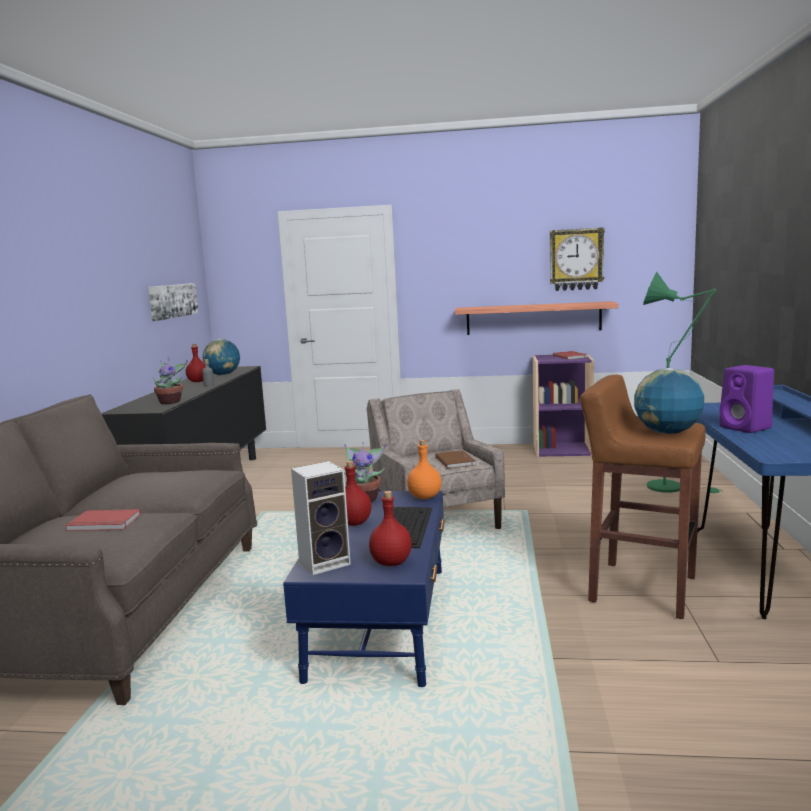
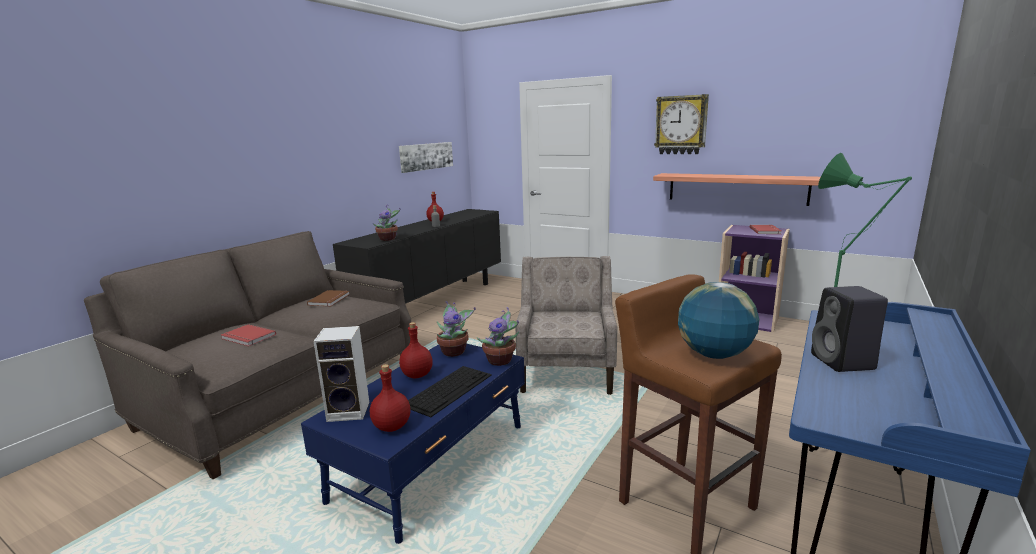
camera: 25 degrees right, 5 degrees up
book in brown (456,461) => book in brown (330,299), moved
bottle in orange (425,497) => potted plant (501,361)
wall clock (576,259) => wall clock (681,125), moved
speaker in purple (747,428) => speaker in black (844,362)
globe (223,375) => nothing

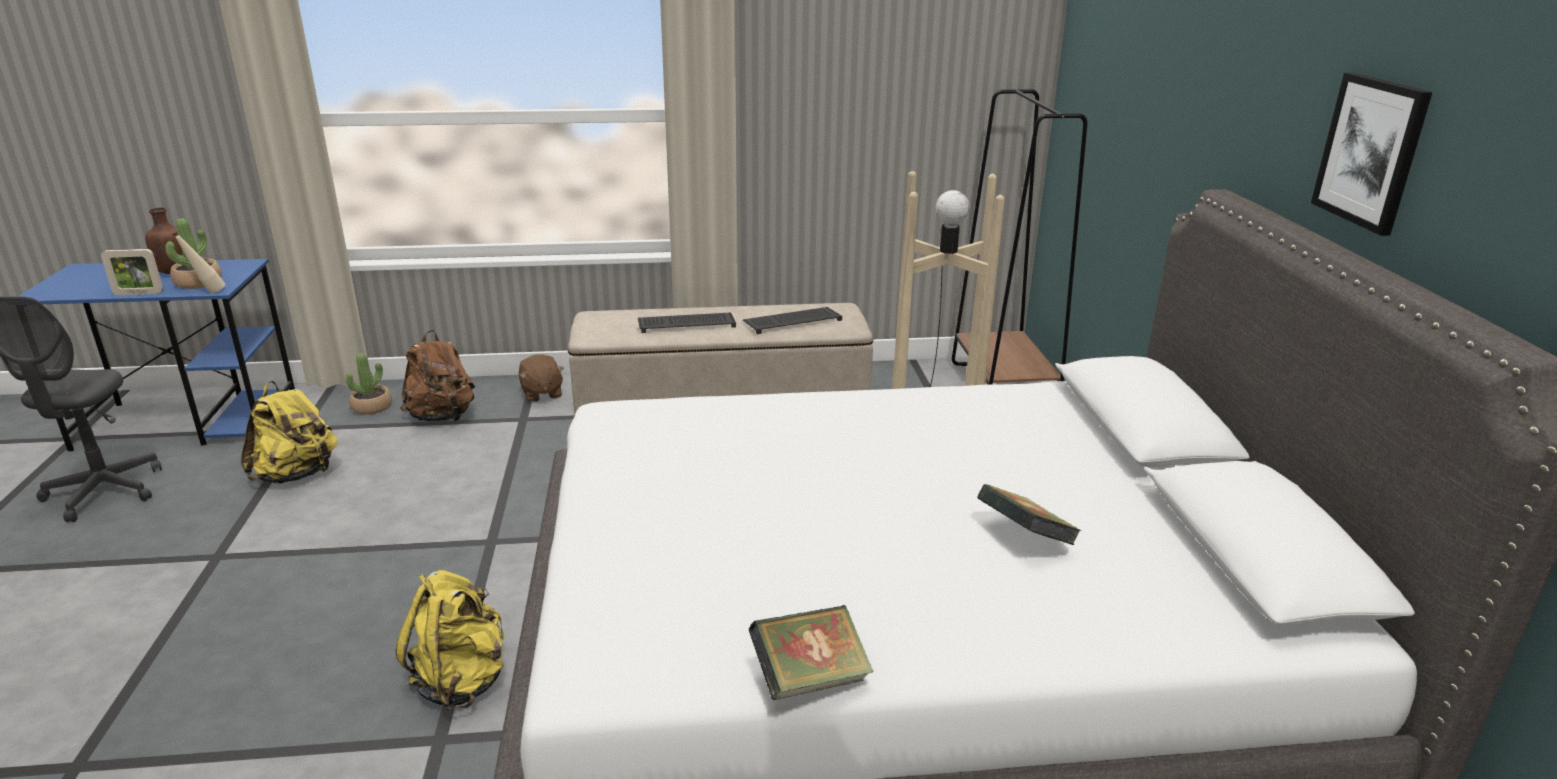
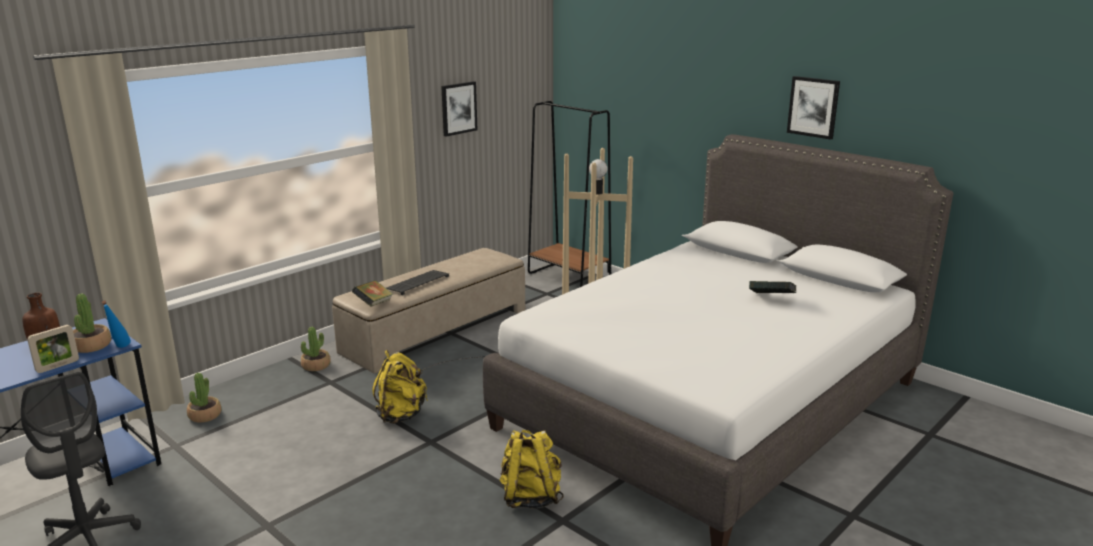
camera: 40 degrees left, 5 degrees down
bottle in beige (207,293) => bottle in blue (120,348)
plush toy in brown (541,393) => potted plant (316,365)
book (810,679) => book (374,304), moved
backpack in yellow (297,475) => backpack in yellow (401,415), moved
nothing => picture (458,108)
backpack in brown (442,417) => nothing
keyboard (793,321) => nothing

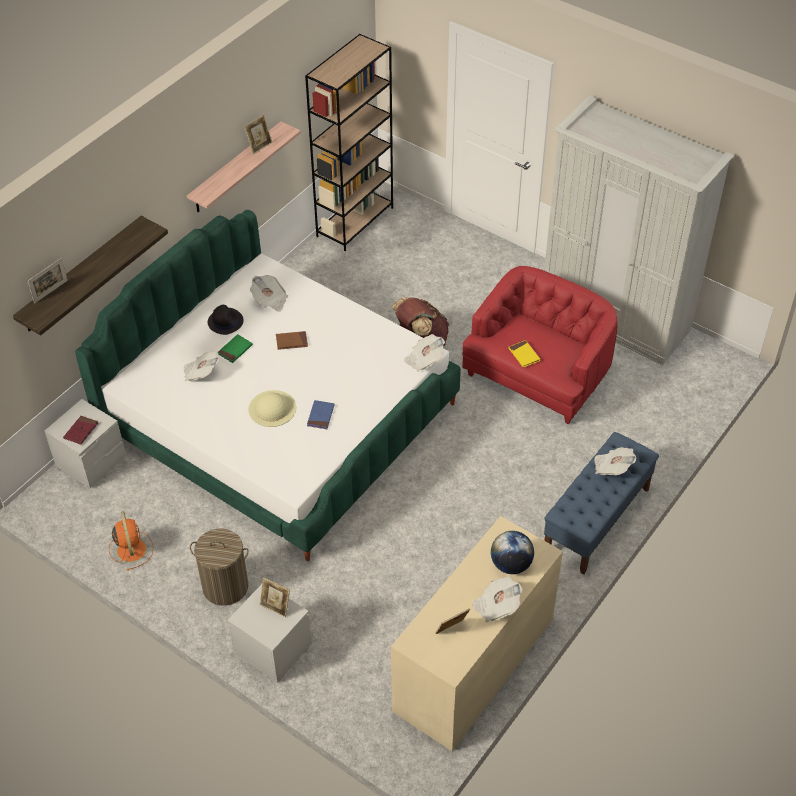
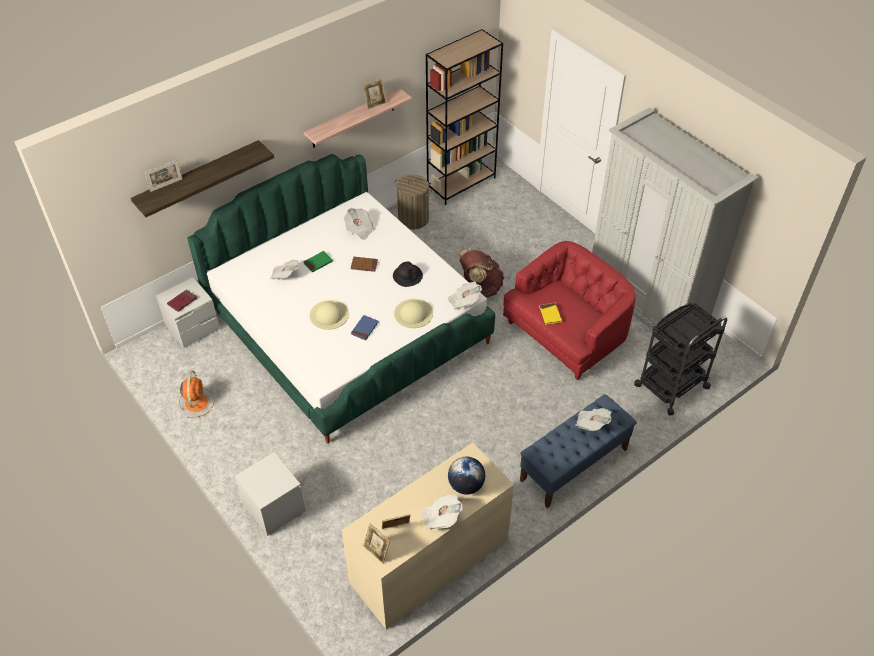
camera: 15 degrees right, 0 degrees up
picture frame (275,606) => picture frame (377,551), moved
hat in black (225,321) => hat in black (407,275), moved
nothing => hat in beige (413,313)
laundry basket (225,586) => laundry basket (413,219), moved
nothing => cart in black (671,386)

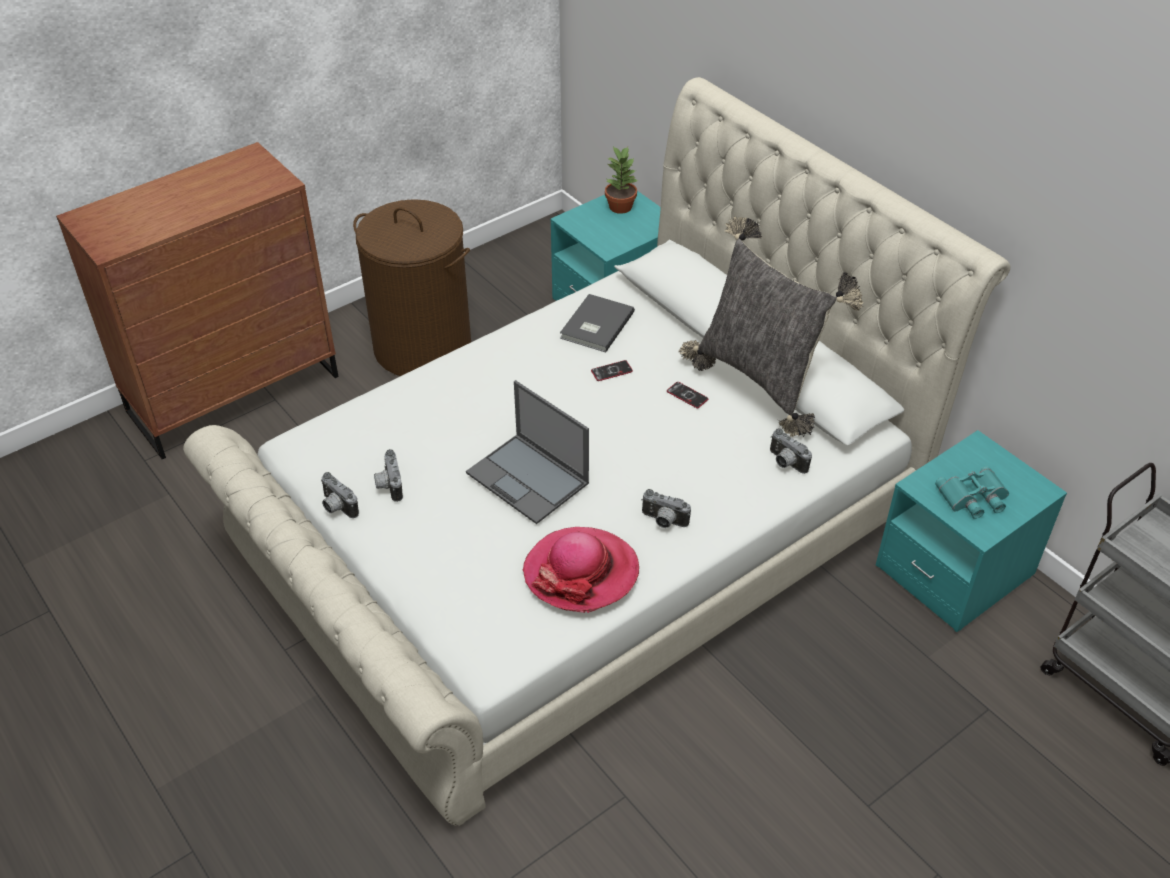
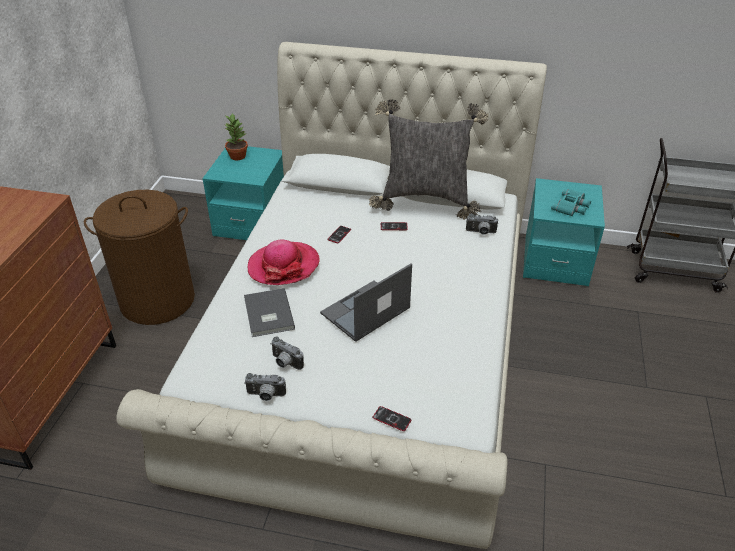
camera: 40 degrees left, 5 degrees down
book in grey (595,325) => book in grey (267,315), moved
hat (581,572) => hat (283,266), moved
laptop (529,479) => laptop (364,311), 135 degrees clockwise
nothing => phone (391,419)
photo camera (663,521) => nothing

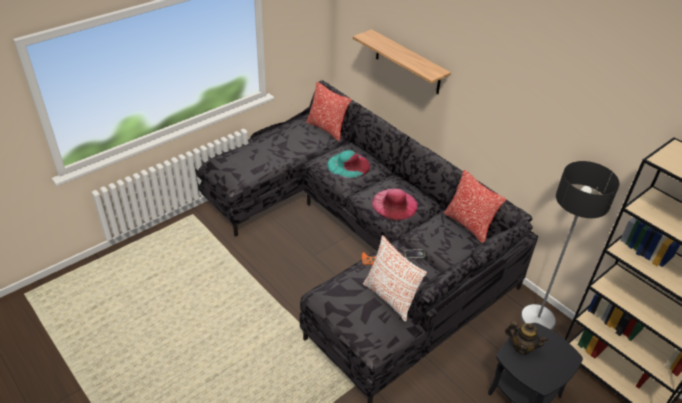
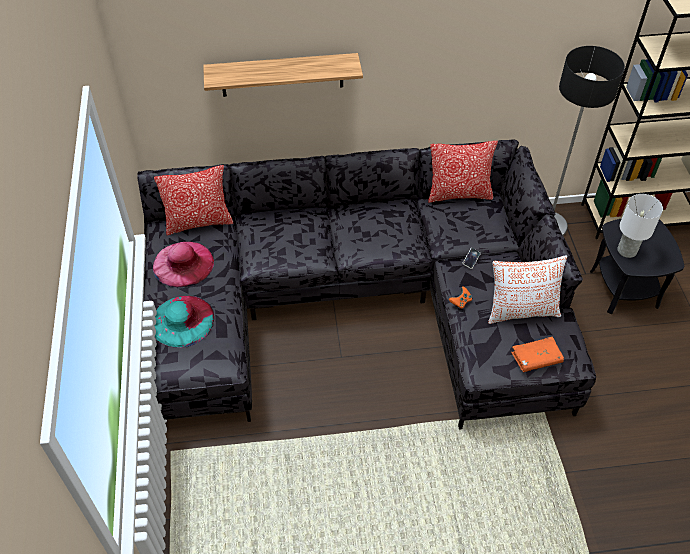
camera: 55 degrees left, 10 degrees up
hat in pink (394,204) => hat in pink (183,264), moved
hat in turquoise (348,165) => hat in turquoise (182,321), moved
nothing => book in orange (536,358)
teapot (522,347) => table lamp in white (626,250)

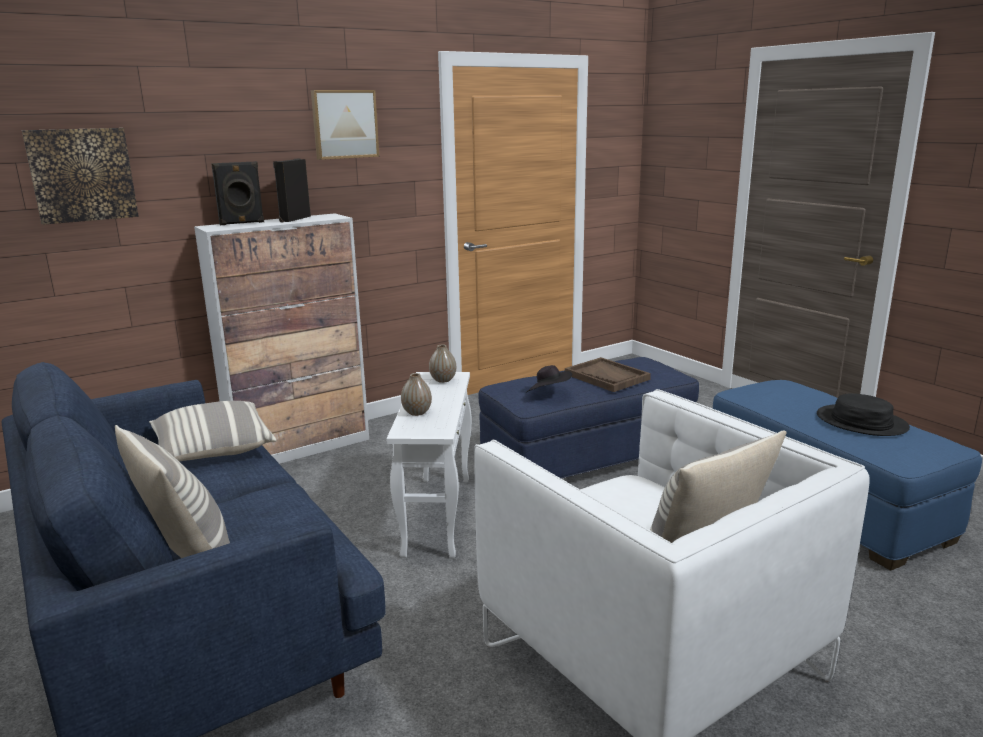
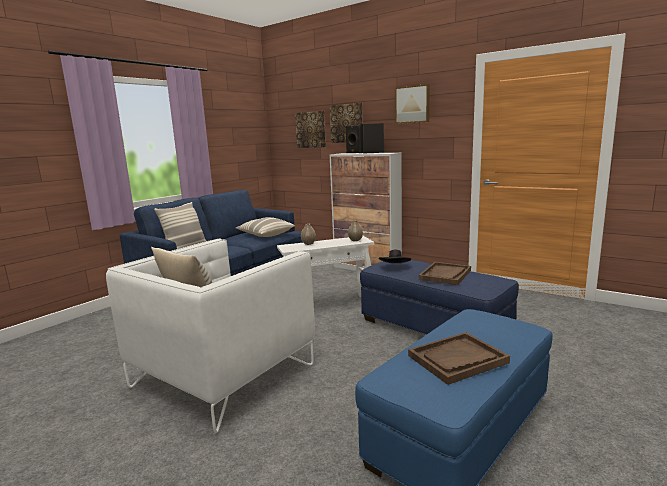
camera: 70 degrees right, 5 degrees down
nothing => picture (347,123)
hat in black (861,422) => tray in brown (457,359)

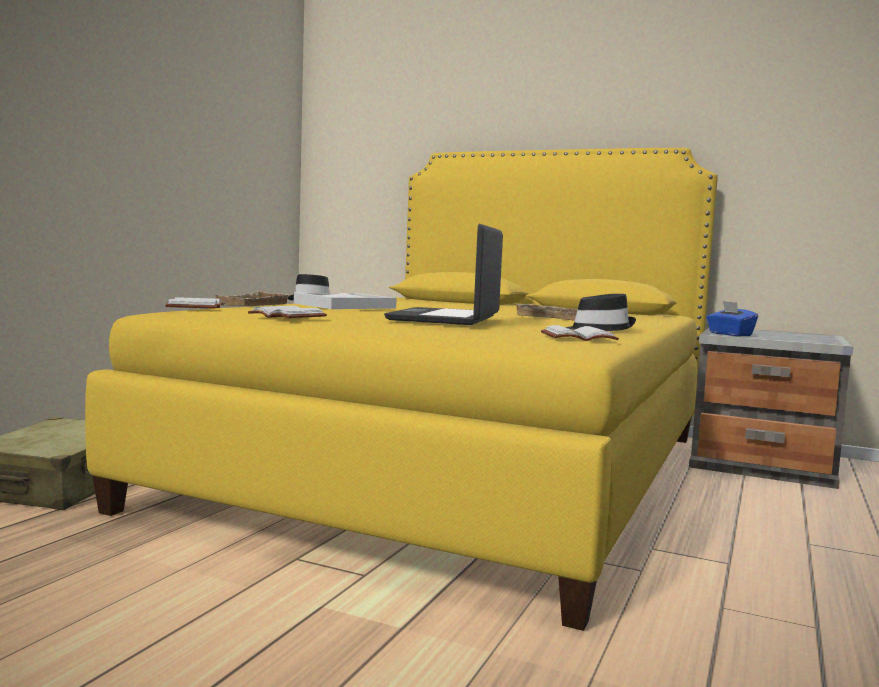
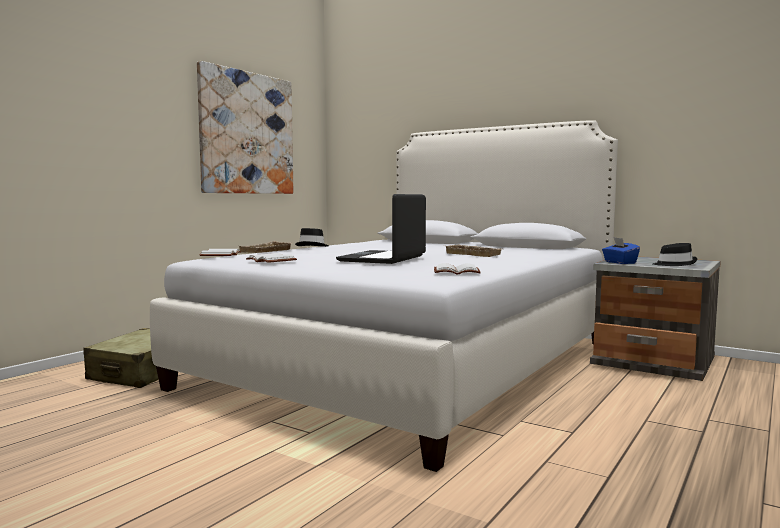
camera: 10 degrees right, 0 degrees up
bed in yellow (458,468) => bed in white (412,363)
nothing => picture (247,133)
hat in black (599,329) => hat in black (673,264), moved
tray in white (342,305) => nothing

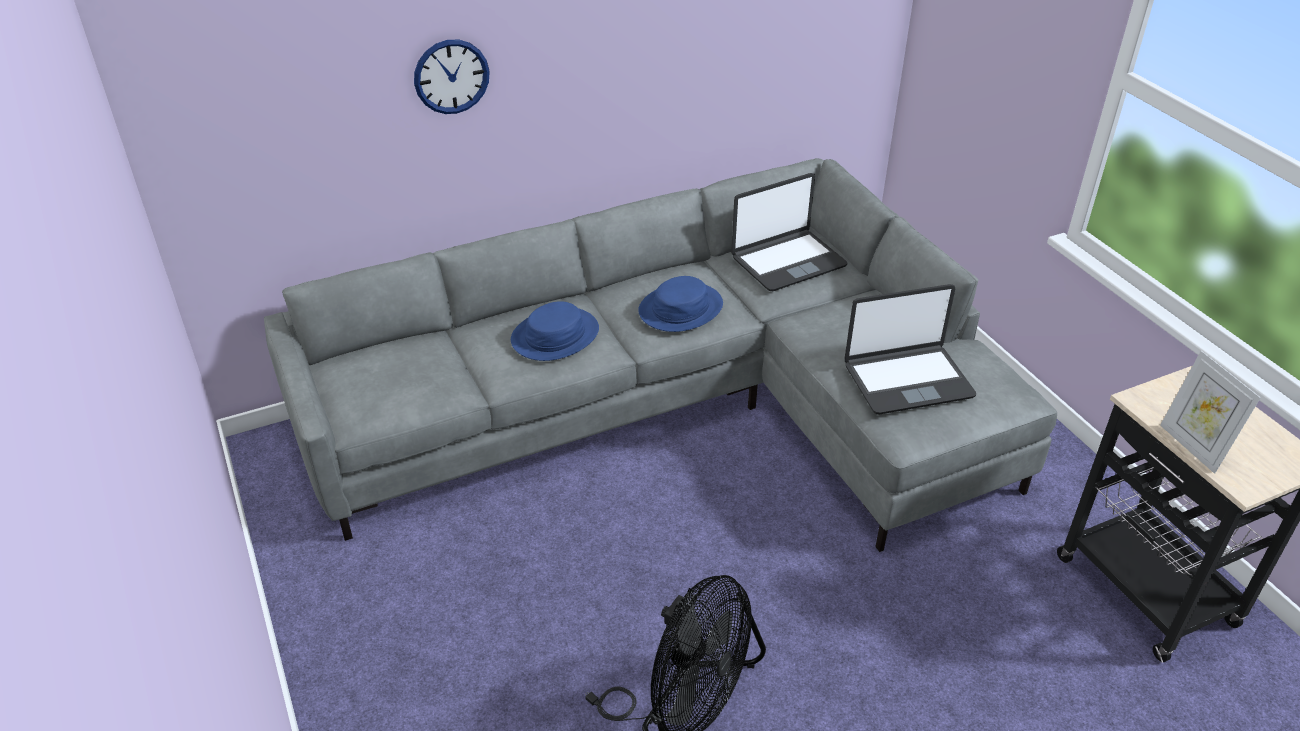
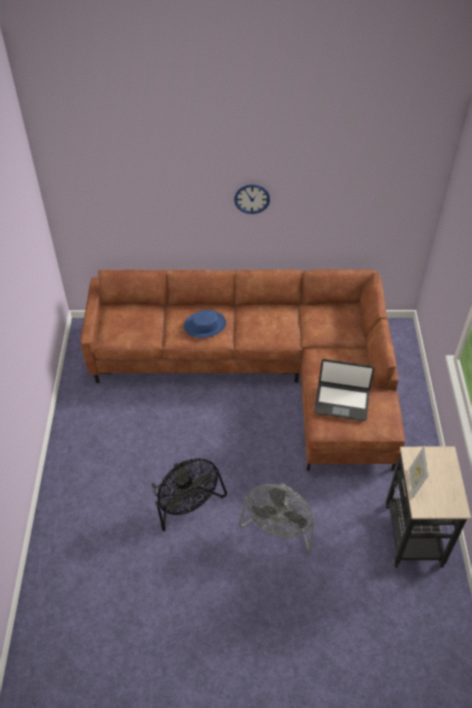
camera: 25 degrees right, 10 degrees up
sofa in grey (673,408) => sofa in brown (261,369)
wall clock (451,76) => wall clock (252,199), moved
nothing => fan in grey (277,525)
hat in blue (680,308) => nothing
laptop (787,261) => nothing

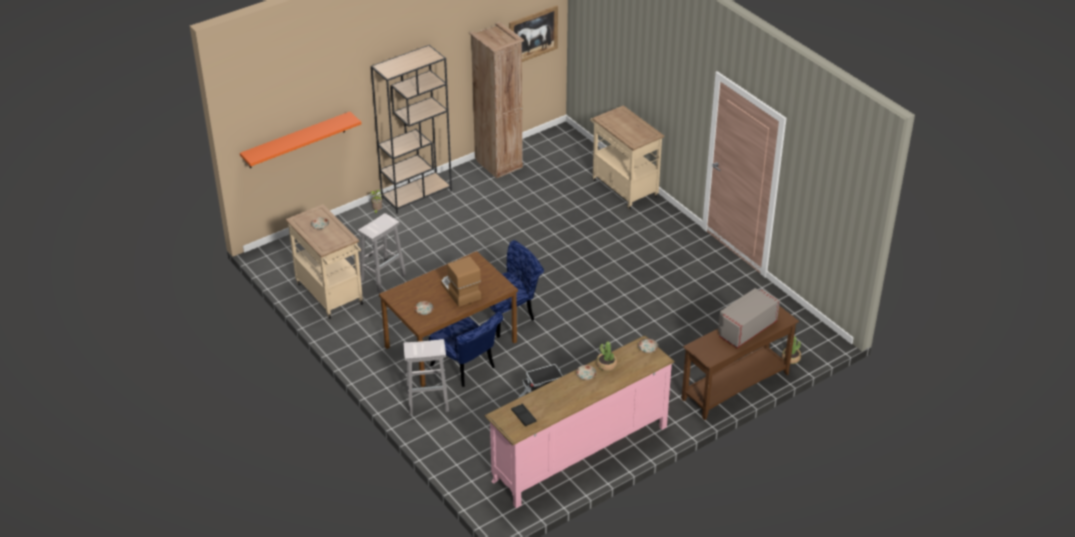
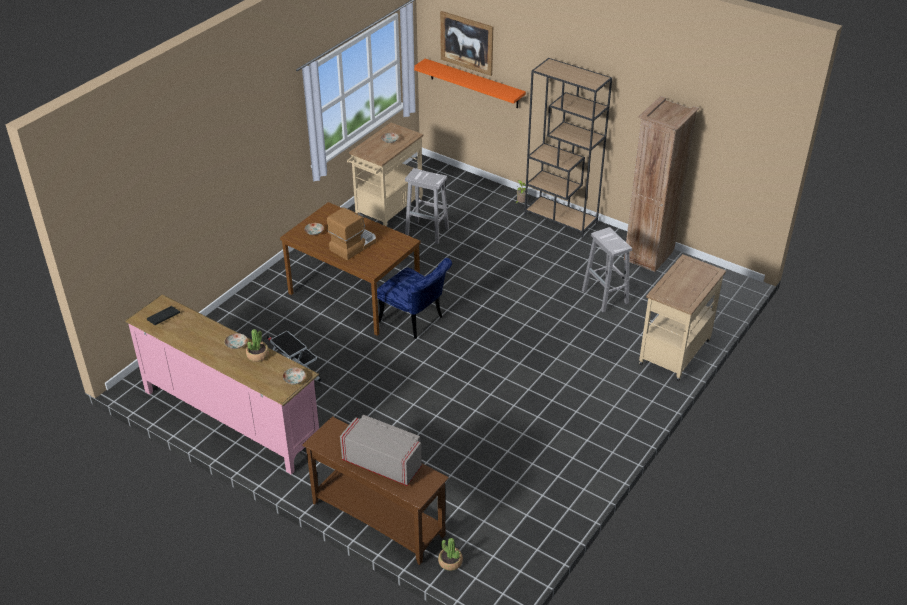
camera: 70 degrees right, 0 degrees up
picture (533,35) => picture (466,43), moved
stool in white (428,402) => stool in white (605,297), moved
chair in blue (467,369) => nothing

